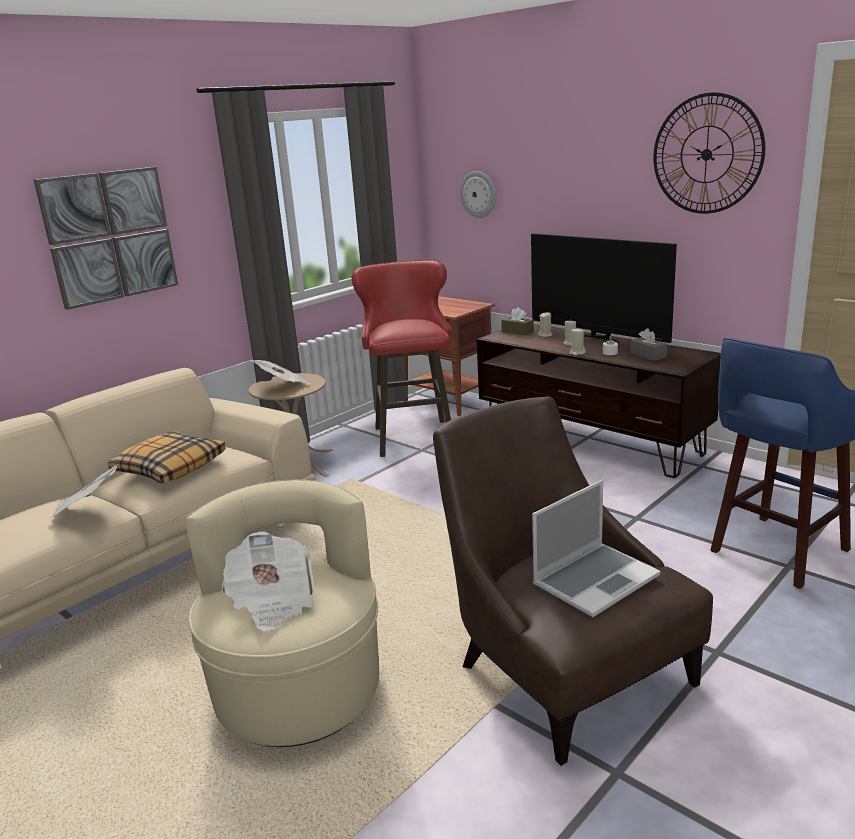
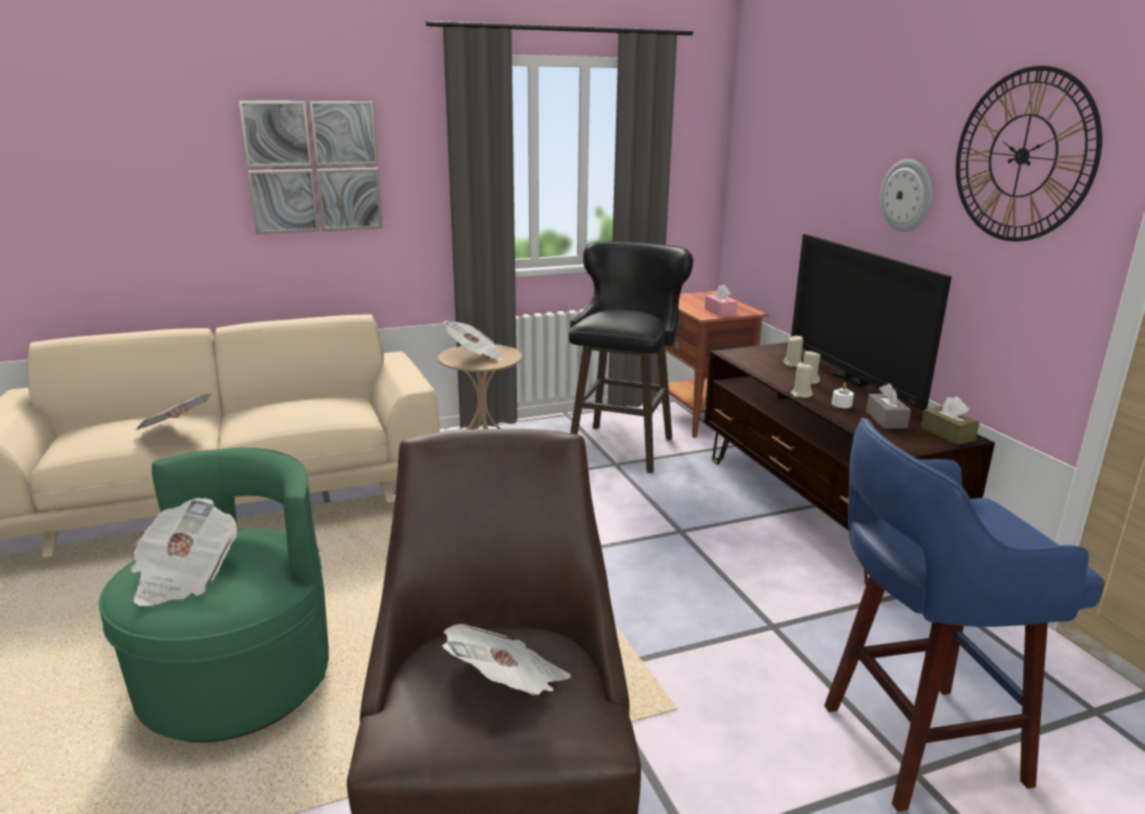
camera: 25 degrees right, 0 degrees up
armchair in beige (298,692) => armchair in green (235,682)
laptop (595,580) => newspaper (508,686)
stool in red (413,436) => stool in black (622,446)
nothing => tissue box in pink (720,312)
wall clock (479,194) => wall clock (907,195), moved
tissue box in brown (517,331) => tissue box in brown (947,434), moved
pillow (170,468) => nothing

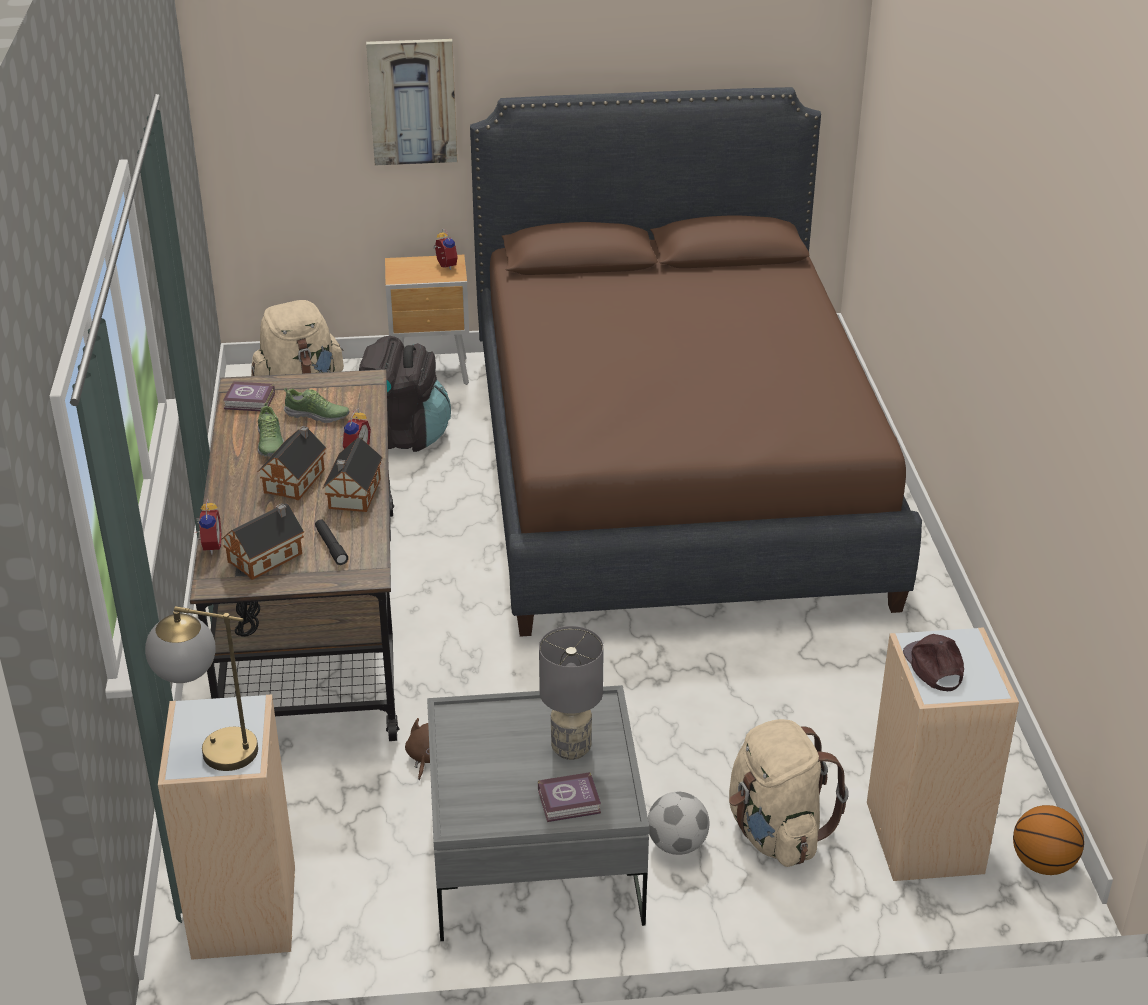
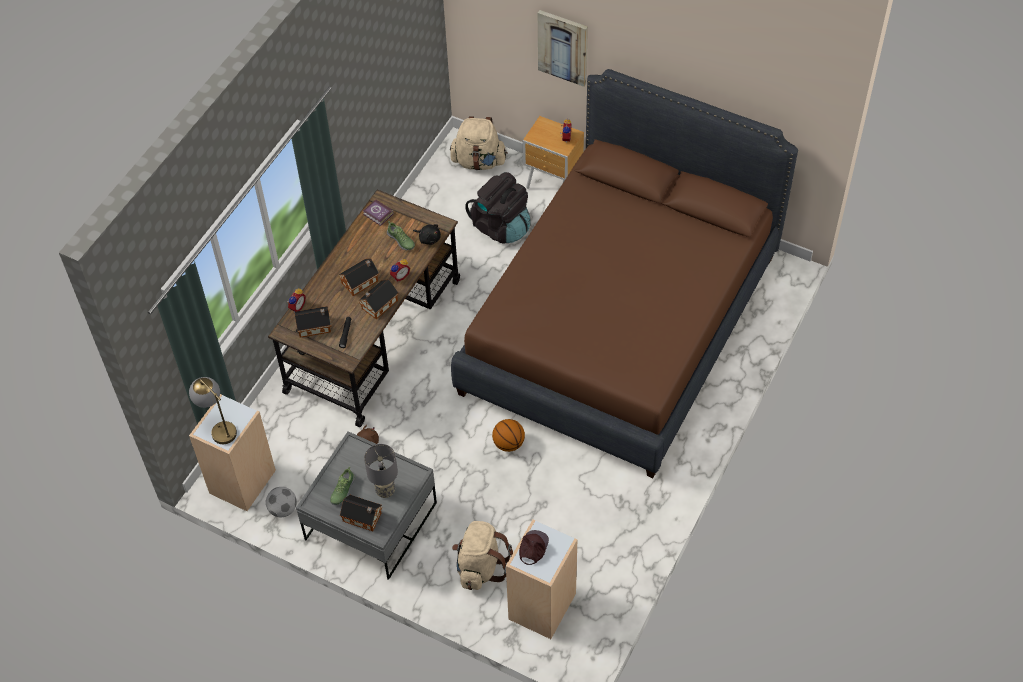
camera: 35 degrees right, 20 degrees up
football (676,845) => football (283,509), moved
shoe (270,443) => shoe (342,490), moved
book (571,802) => toy house (363,518)
nothing => plush toy in black (428,238)
basketball (1043,864) => basketball (508,444), moved

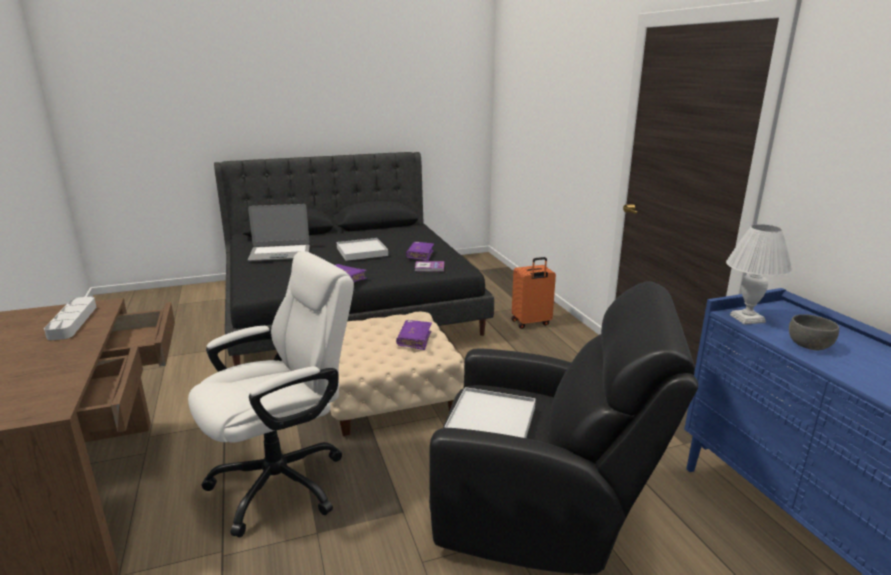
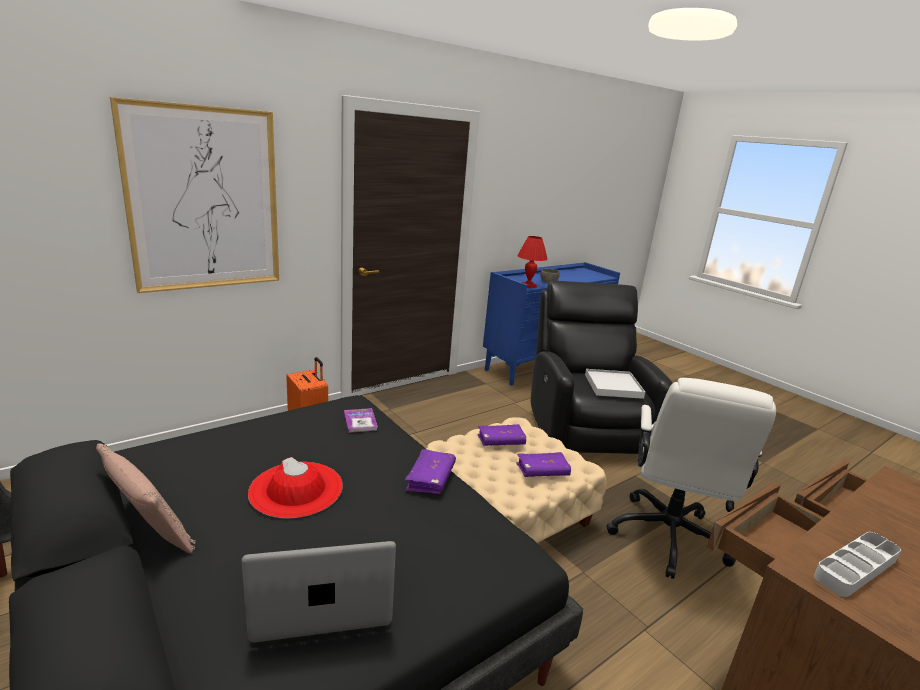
camera: 110 degrees left, 0 degrees up
nothing => pillow in beige (149,528)
nothing => picture (204,200)
laptop (280,254) => laptop (322,598), 75 degrees counterclockwise
tray in white (361,252) => hat in red (296,489)
book in purple (420,255) => book in purple (542,471), moved
table lamp in white (746,318) => table lamp in red (528,286)
office chair in white (285,482) => office chair in white (667,541), 105 degrees counterclockwise

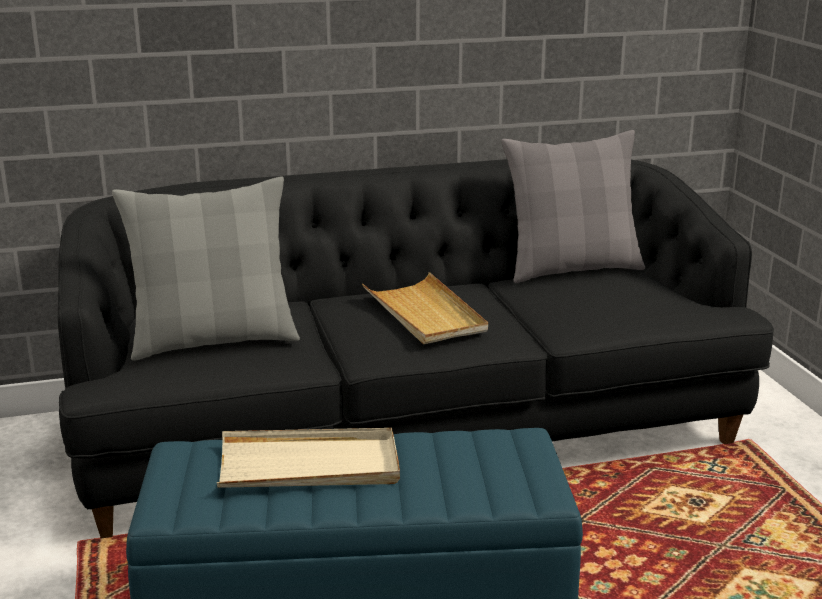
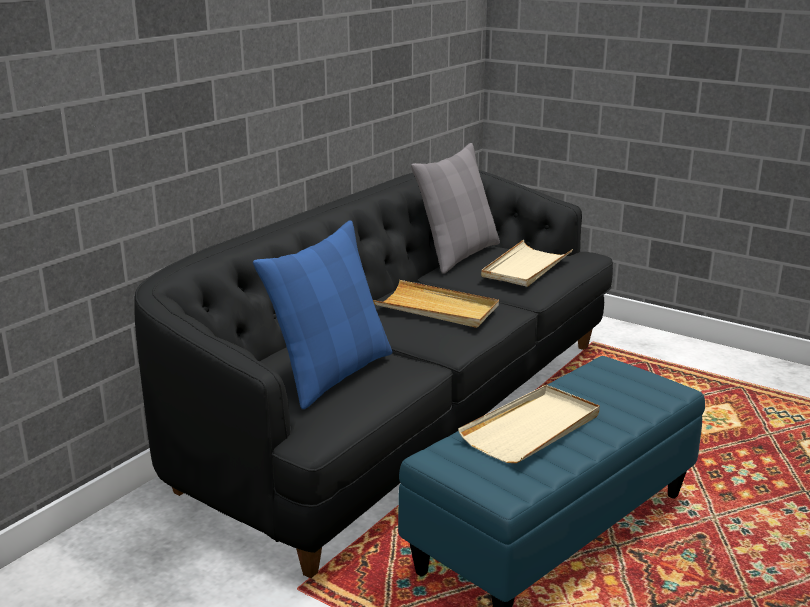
camera: 40 degrees left, 0 degrees up
pillow in grey (214,340) => pillow in blue (332,374)
nothing => tray in beige (525,267)

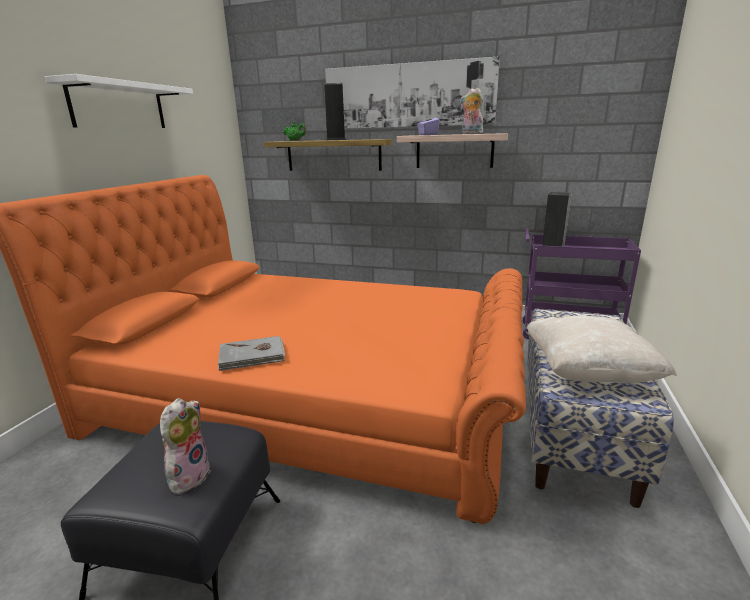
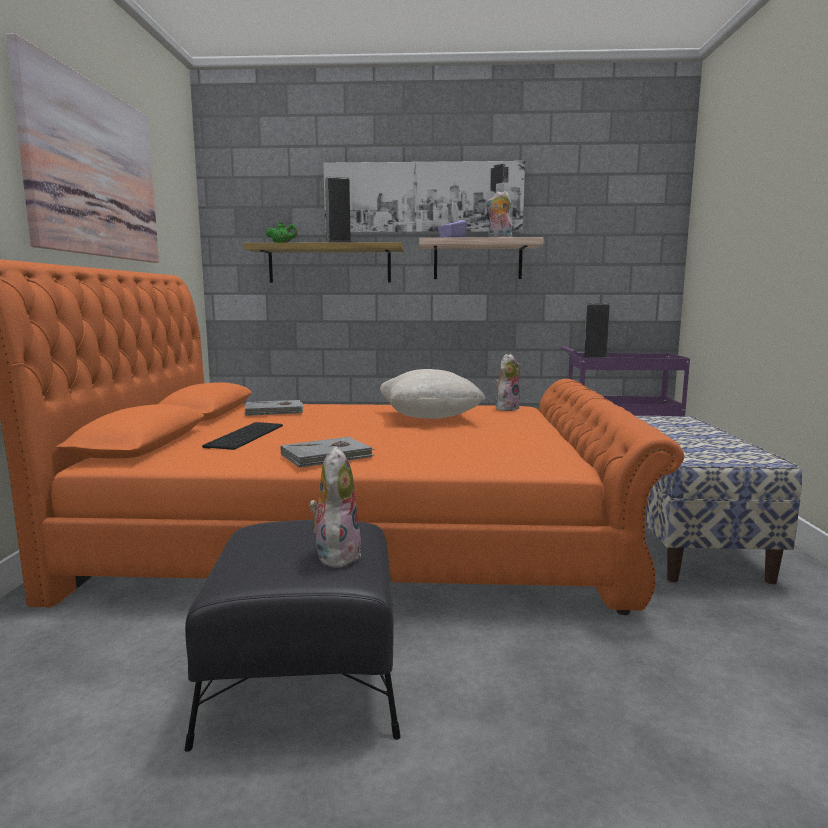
camera: 15 degrees left, 10 degrees down
shelf in white (119,106) => picture (94,171)
nothing => keyboard (244,435)
nothing => book in grey (274,411)
pillow in beige (587,373) => pillow in beige (429,418), moved
nothing => plush toy (506,408)

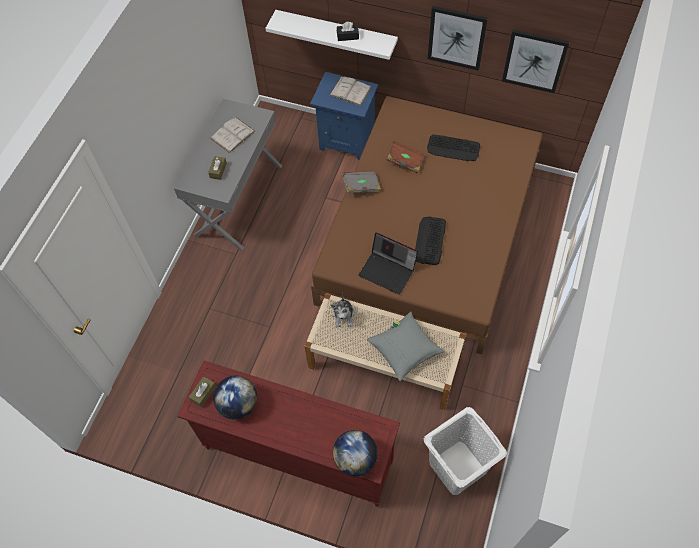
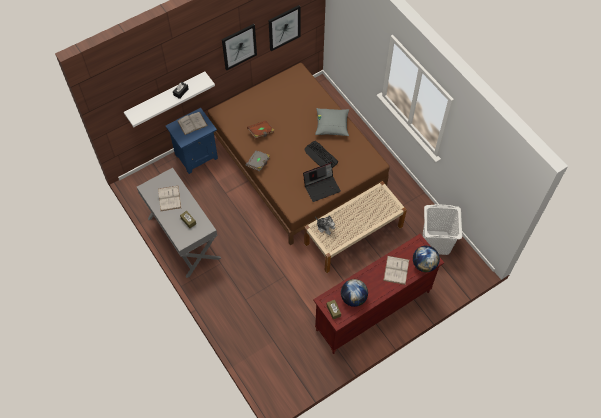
camera: 55 degrees left, 0 degrees up
pillow in grey (405,350) => pillow in grey (332,125), moved
nothing => book in white (396,270)
keyboard (453,148) => nothing

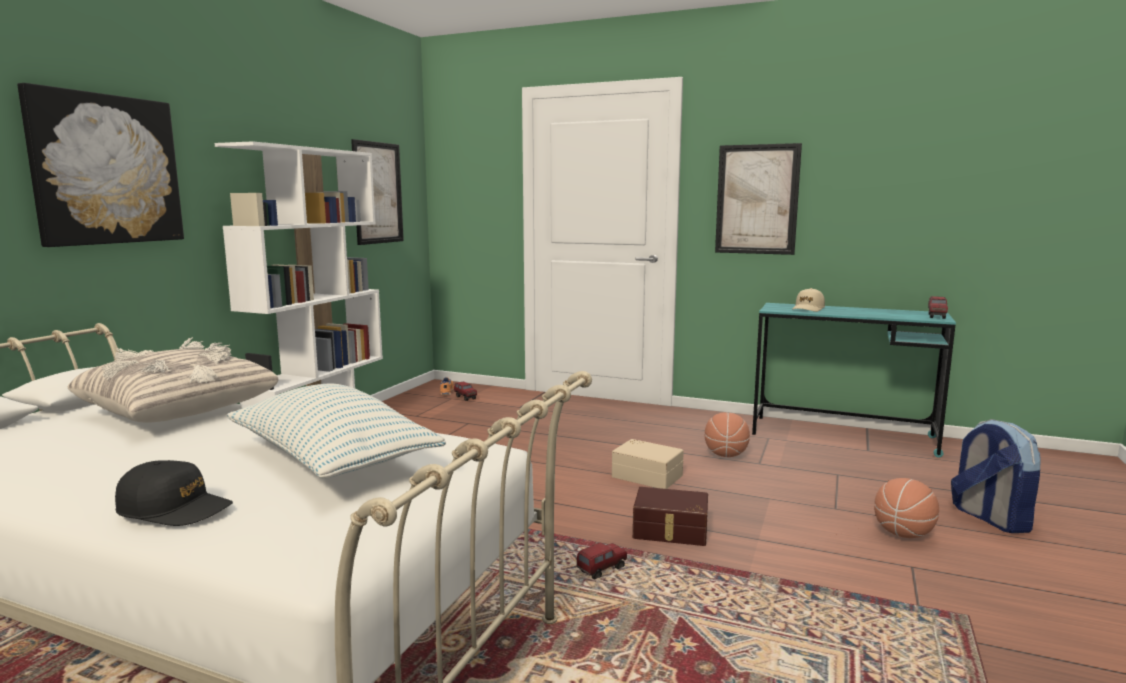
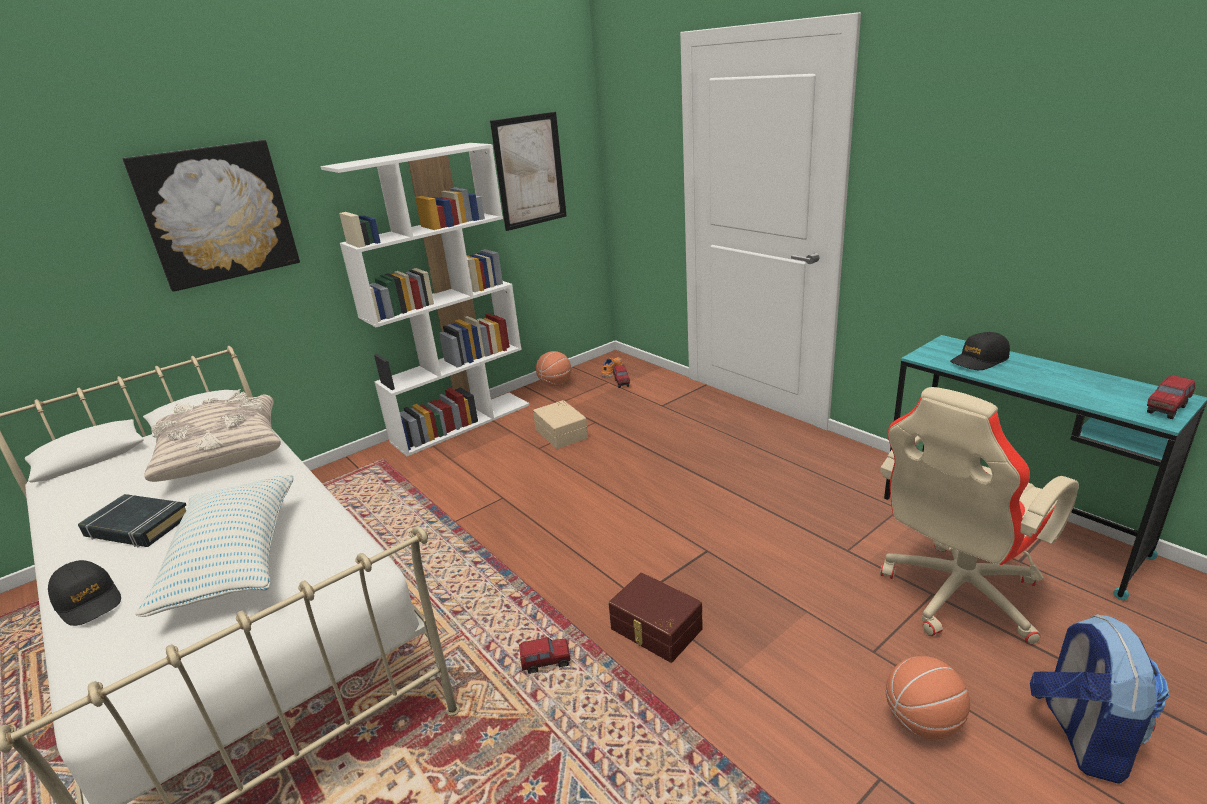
camera: 30 degrees right, 15 degrees up
nothing => book in black (137,526)
storage box in beige (647,475) => storage box in beige (562,433), moved
basketball (726,455) => basketball (555,384), moved
nothing => office chair in beige (953,600)
cap in beige (808,308) => cap in black (979,360)
picture (757,199) => nothing

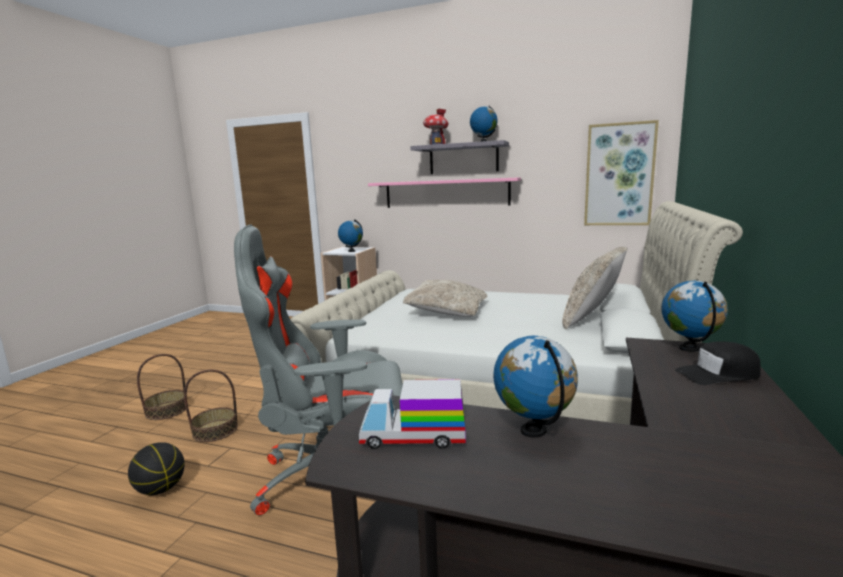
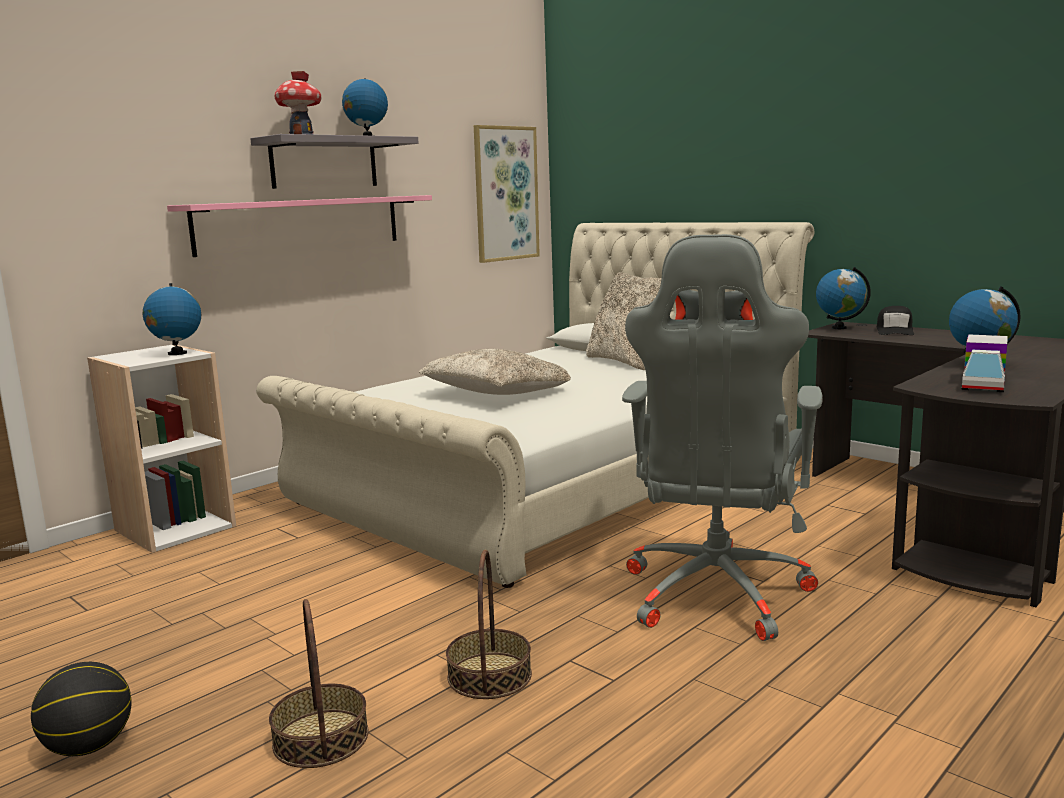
camera: 65 degrees left, 0 degrees up
basketball (161,489) => basketball (88,747), moved

